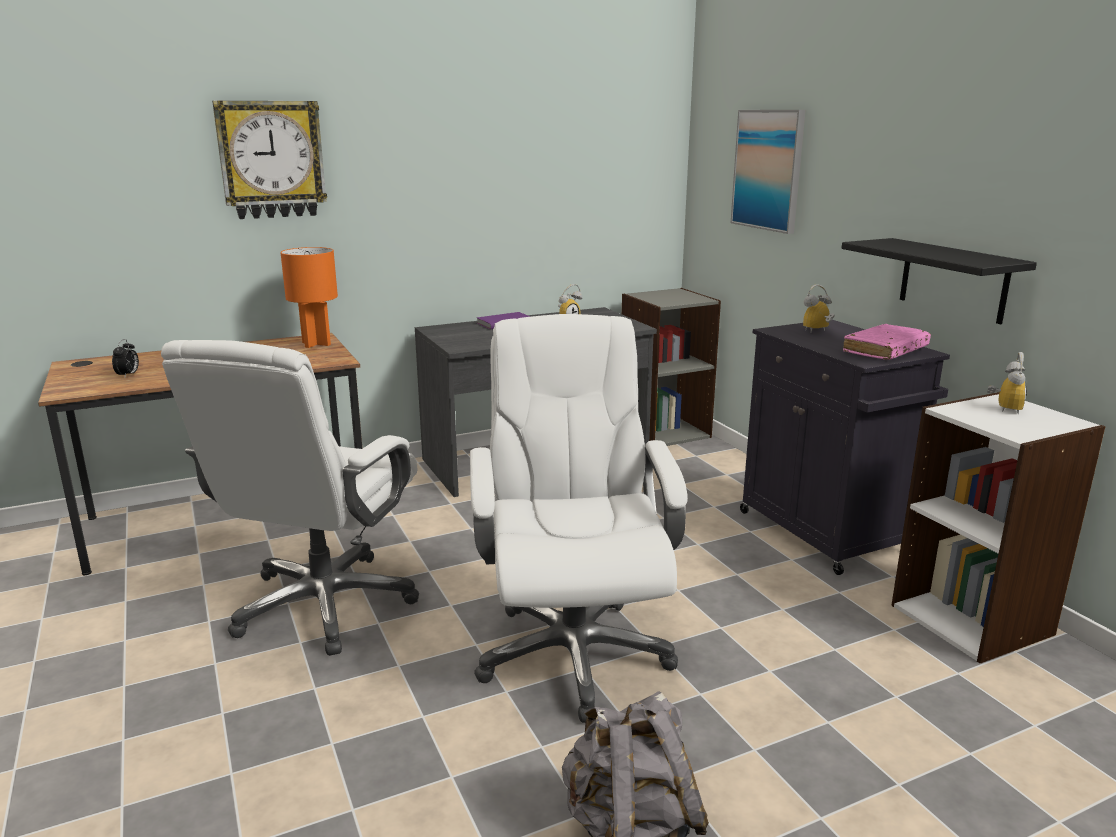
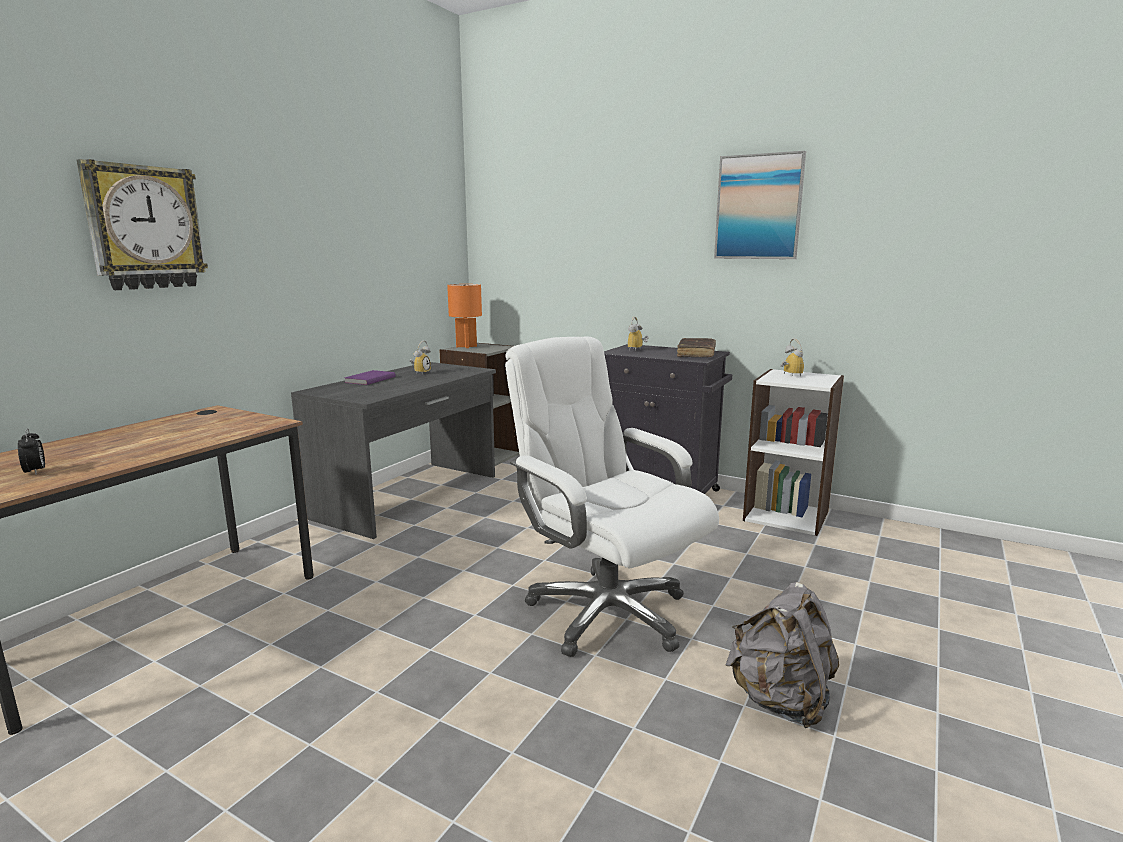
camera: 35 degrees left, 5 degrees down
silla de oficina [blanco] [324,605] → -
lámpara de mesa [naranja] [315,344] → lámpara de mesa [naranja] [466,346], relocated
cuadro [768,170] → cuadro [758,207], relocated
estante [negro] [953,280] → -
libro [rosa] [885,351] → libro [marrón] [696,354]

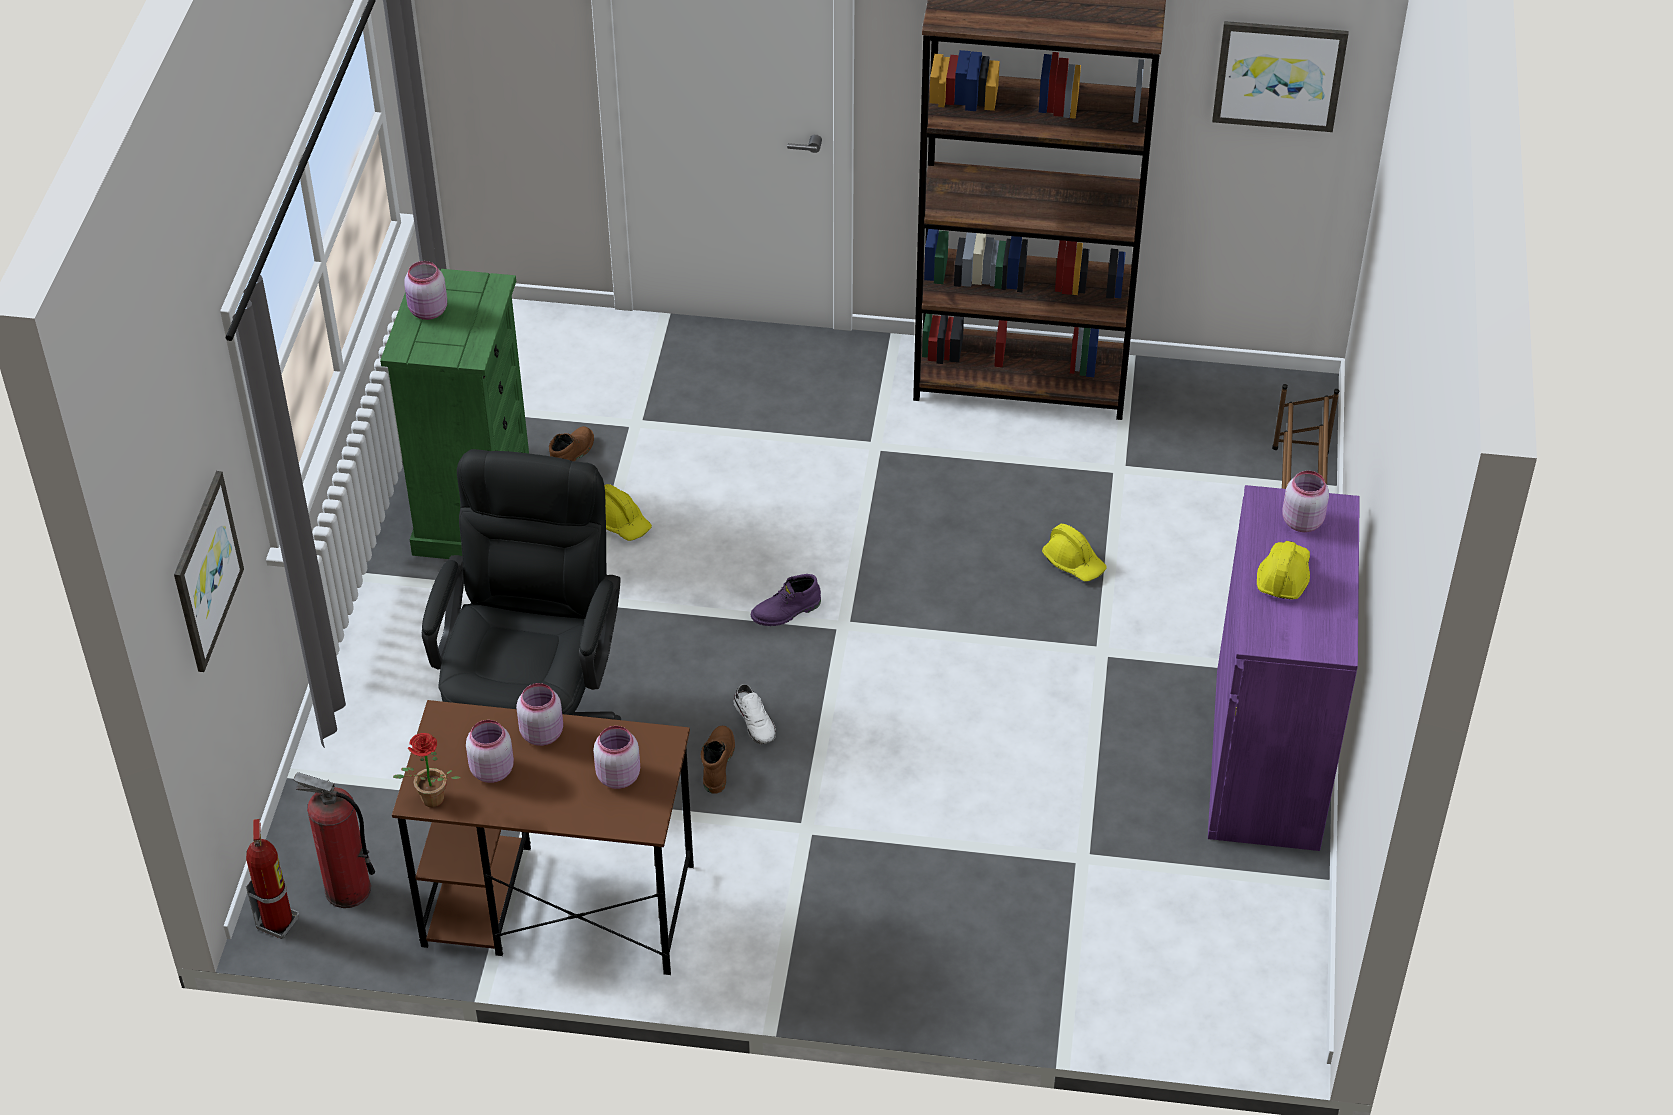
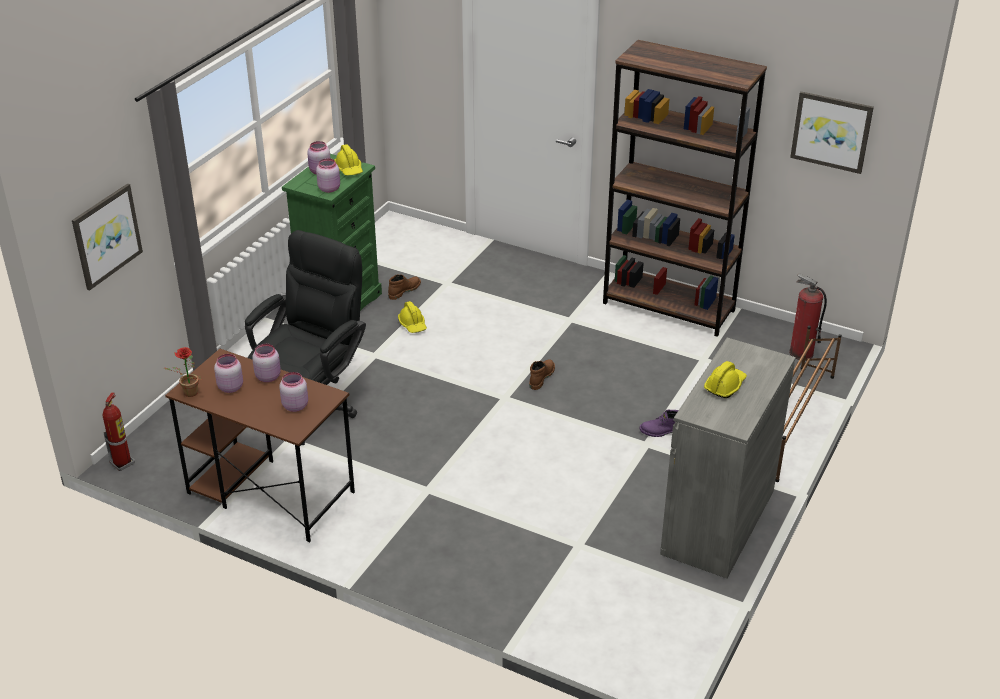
camera: 20 degrees right, 10 degrees down
extintor [347,890] → extintor [801,353], relocated
bota [marrón] [716,763] → bota [marrón] [541,377], relocated
zapato [blanco] [755,721] → -
bota [morado] [786,612] → bota [morado] [662,431], relocated
casco [amarillo] [1074,562] → casco [amarillo] [349,169], relocated
armario [morado] [1267,759] → armario [gris] [718,522]
tarro [rosa] [1302,520] → tarro [rosa] [329,188], relocated

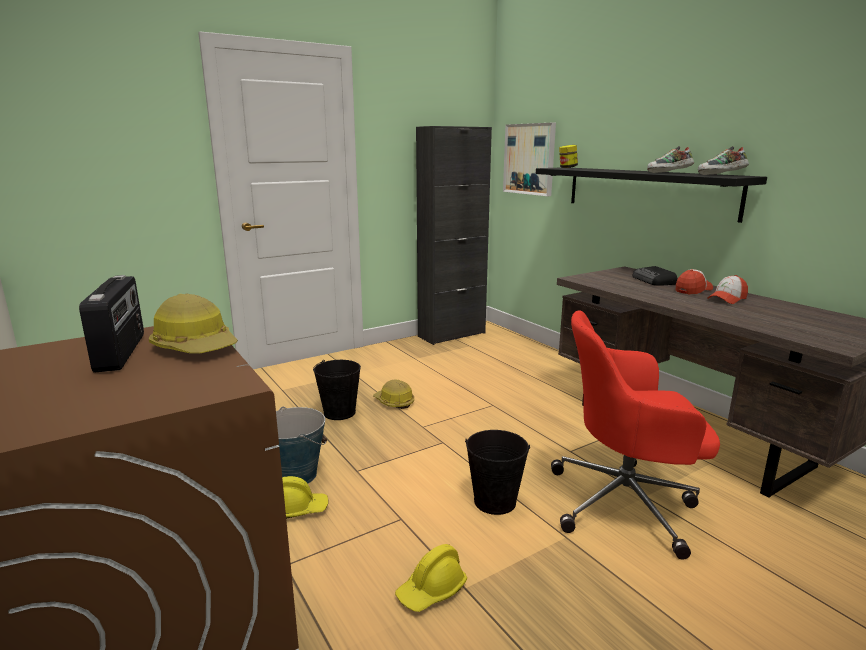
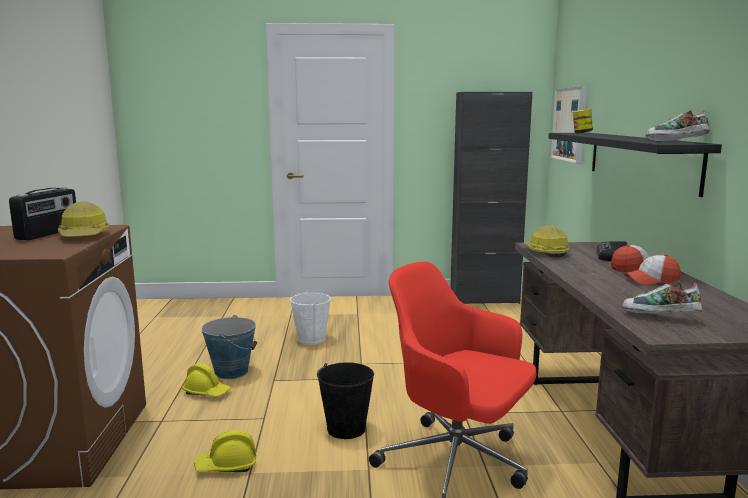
camera: 30 degrees right, 5 degrees down
cubo [negro] [339,412] → cubo [blanco] [311,339]
casco [394,402] → casco [545,252], relocated
zapato [669,173] → zapato [659,318], relocated

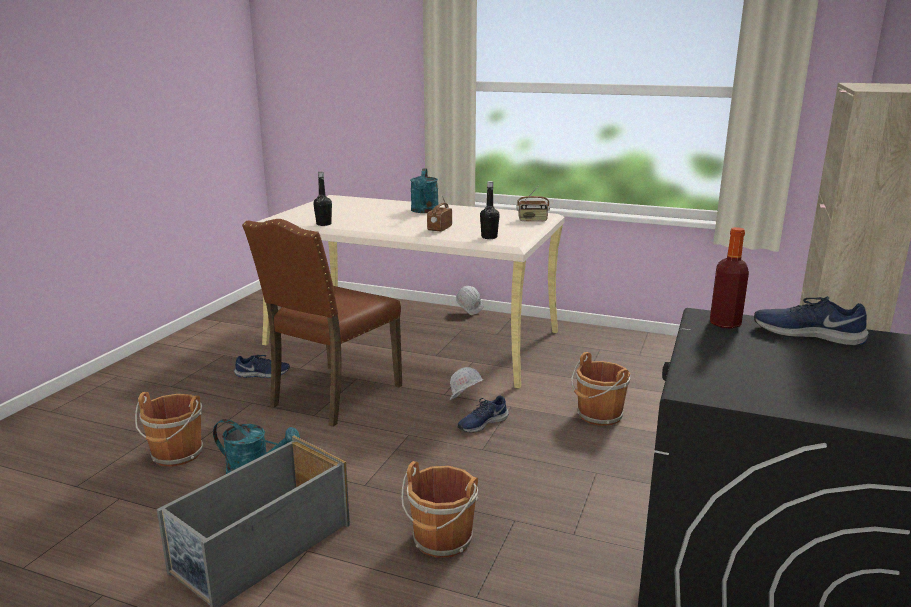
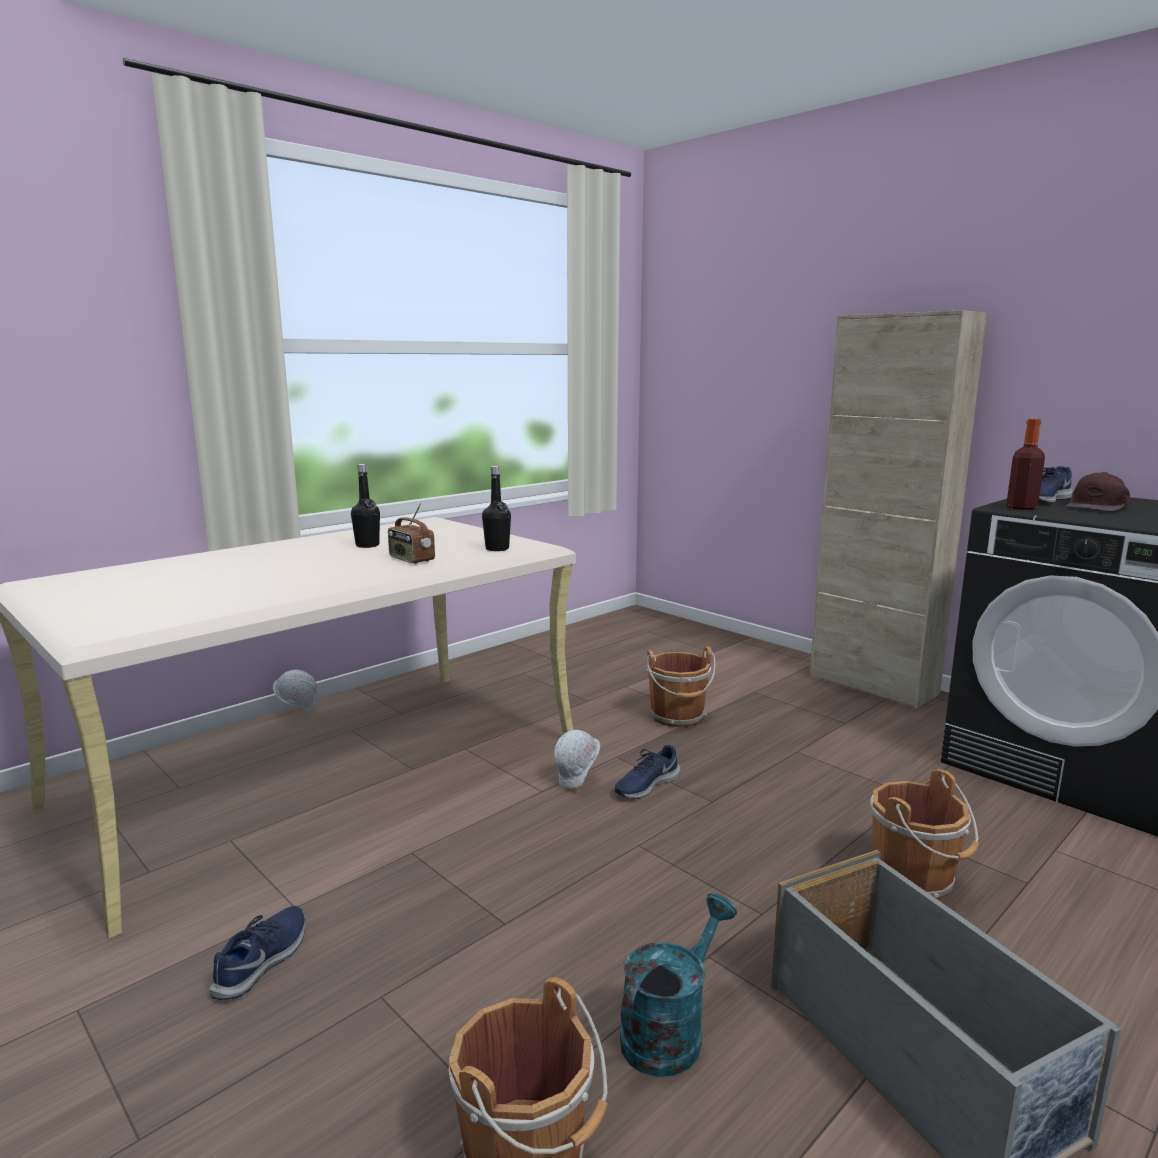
camera: 65 degrees left, 5 degrees down
silla [marrón] [332,396] → -
botella [negro] [324,224] → botella [negro] [367,545], relocated
regadera [turquesa] [424,211] → -
zapato [azul] [482,423] → zapato [azul] [646,785], 60 degrees clockwise
radio [532,220] → -
- → gorra [marrón] [1099,506]

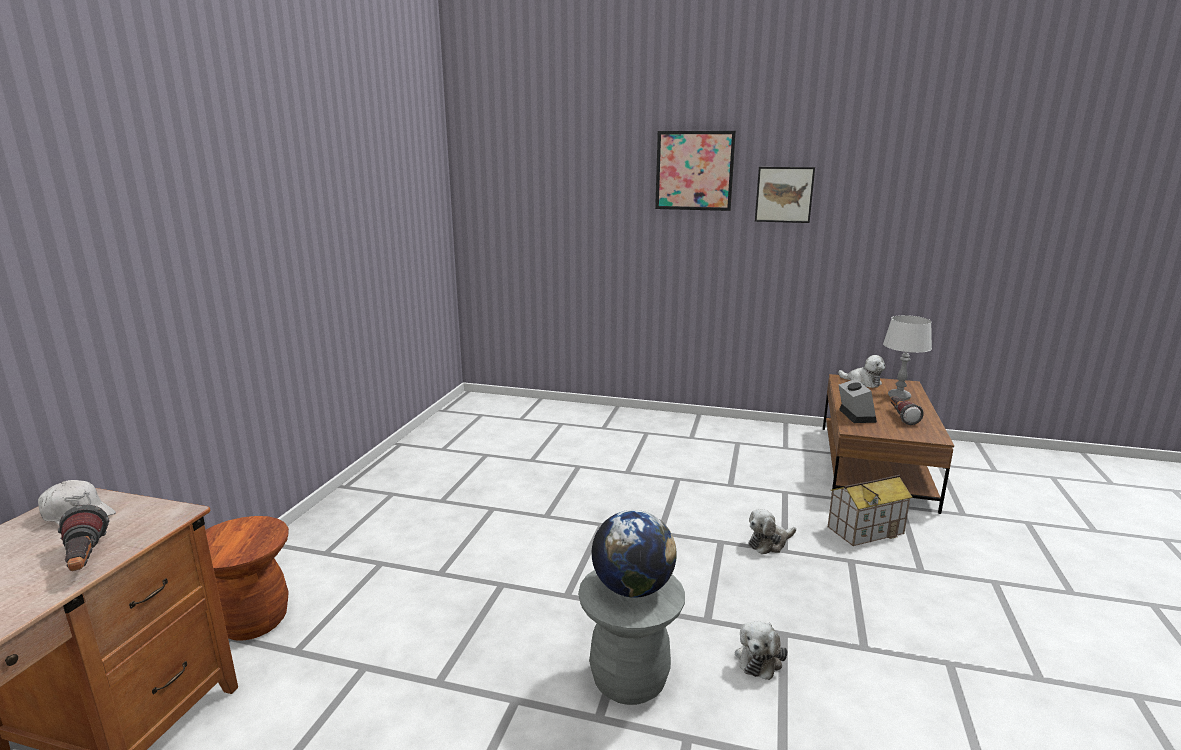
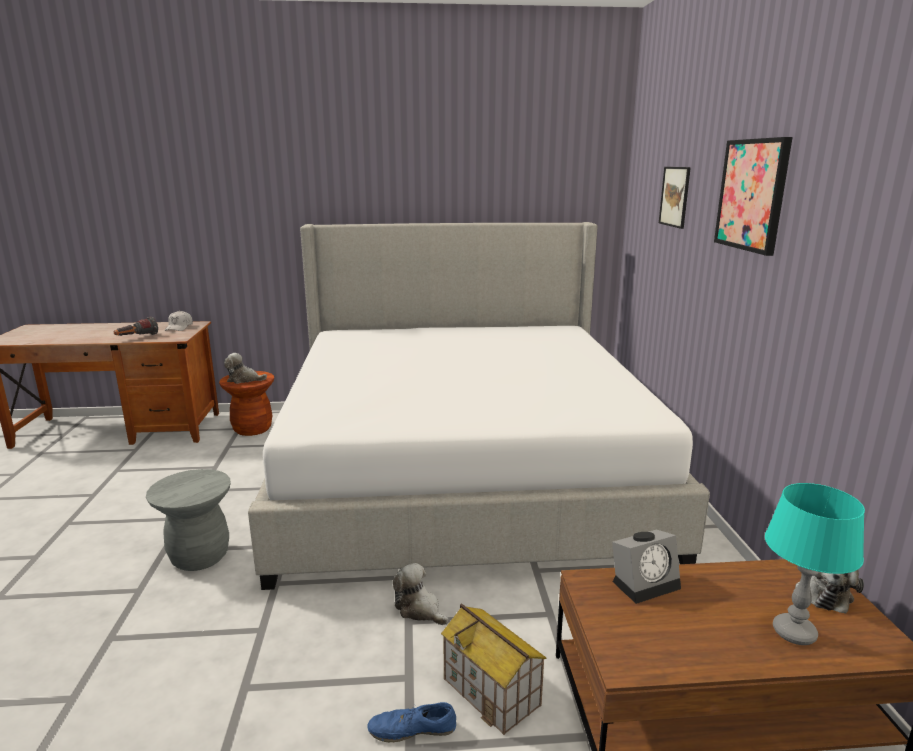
camera: 70 degrees right, 0 degrees up
globo terráqueo [632,588] → -
peluche [759,658] → peluche [244,379], relocated
cuadro [784,194] → cuadro [675,196], relocated
lámpara de mesa [gris] [899,397] → lámpara de mesa [turquesa] [794,633]
linterna [901,417] → -
- → cama [462,471]
- → zapato [azul] [412,729]

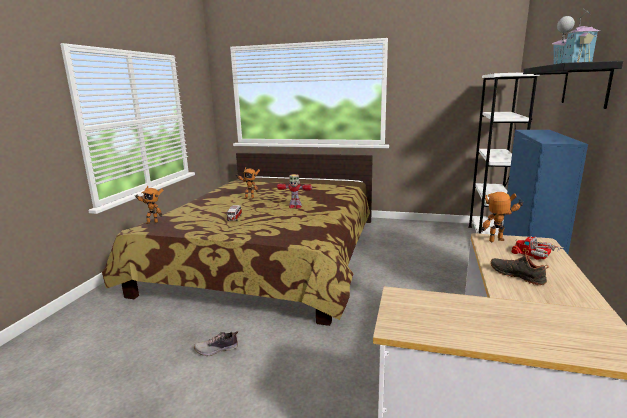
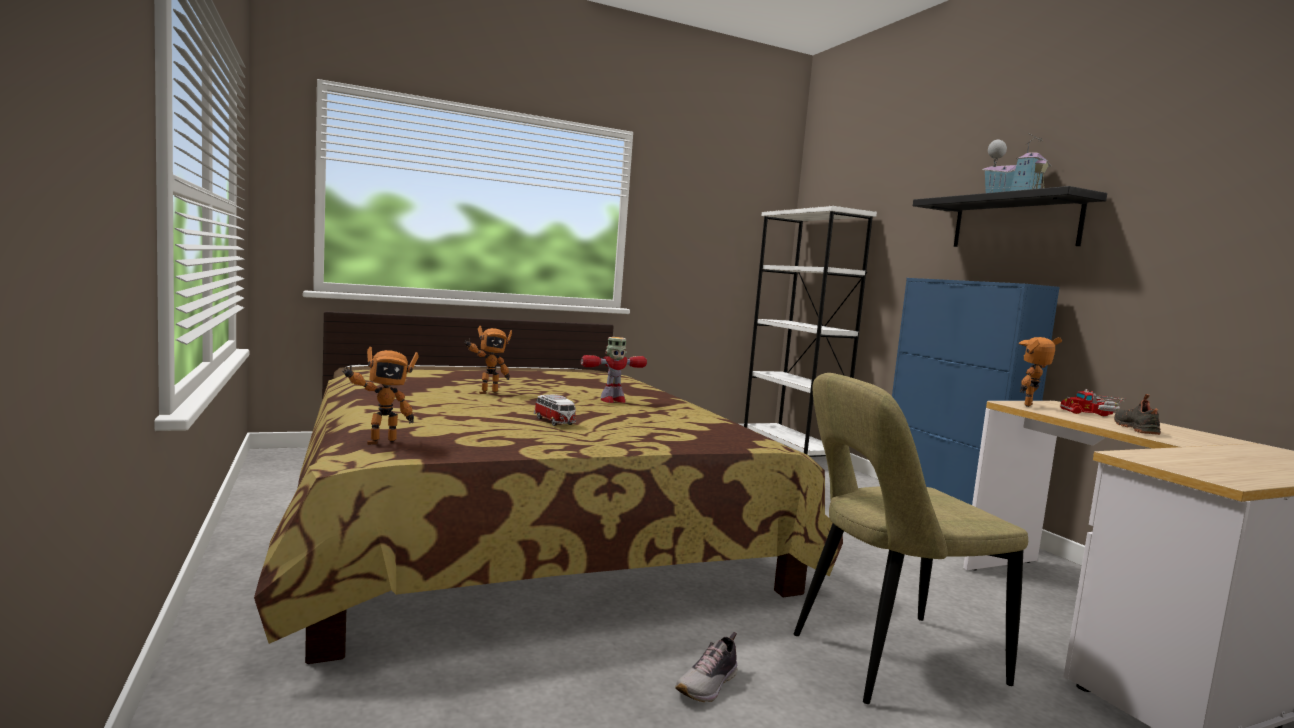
camera: 40 degrees left, 10 degrees down
zapato [negro] [517,275] → zapato [negro] [1137,429], 90 degrees clockwise
- → silla [beis] [887,659]

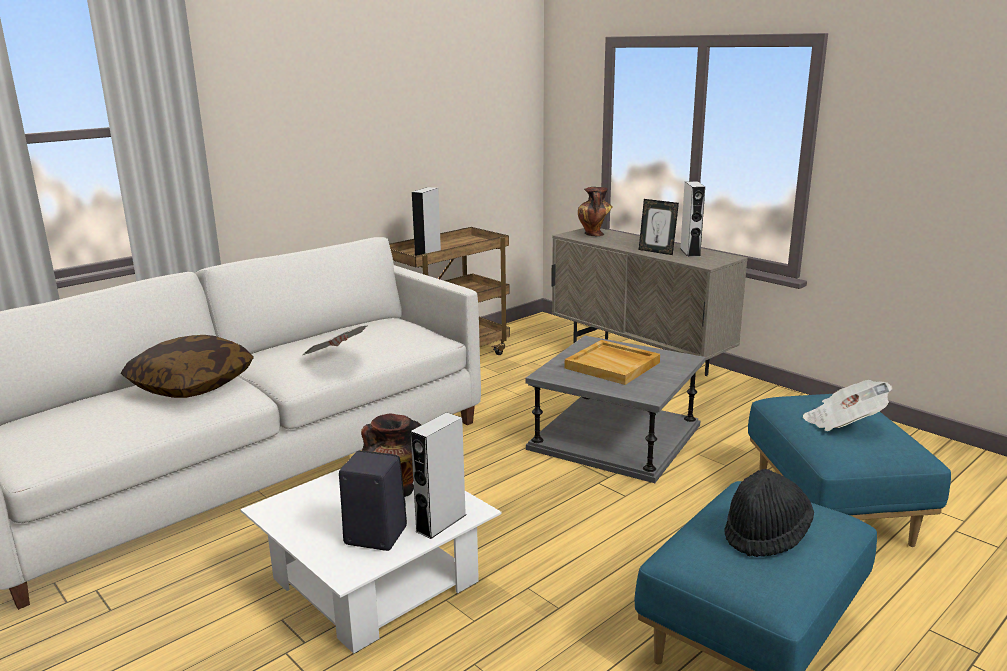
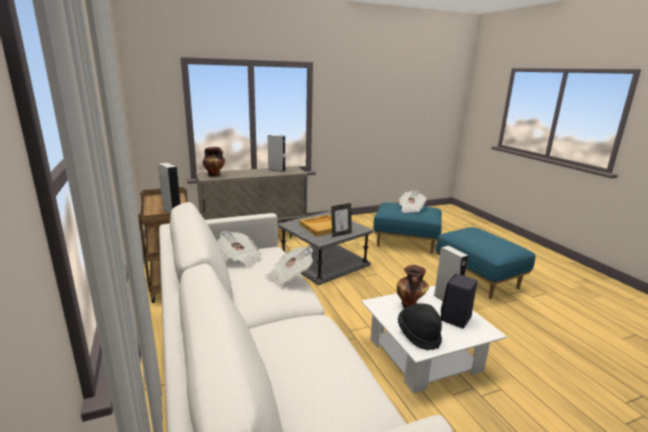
camera: 70 degrees left, 0 degrees up
cojín [192,384] → -
portarretratos [656,251] → portarretratos [341,234], relocated
sombrero [negro] [765,534] → sombrero [negro] [419,335], relocated
- → periódico [240,258]

